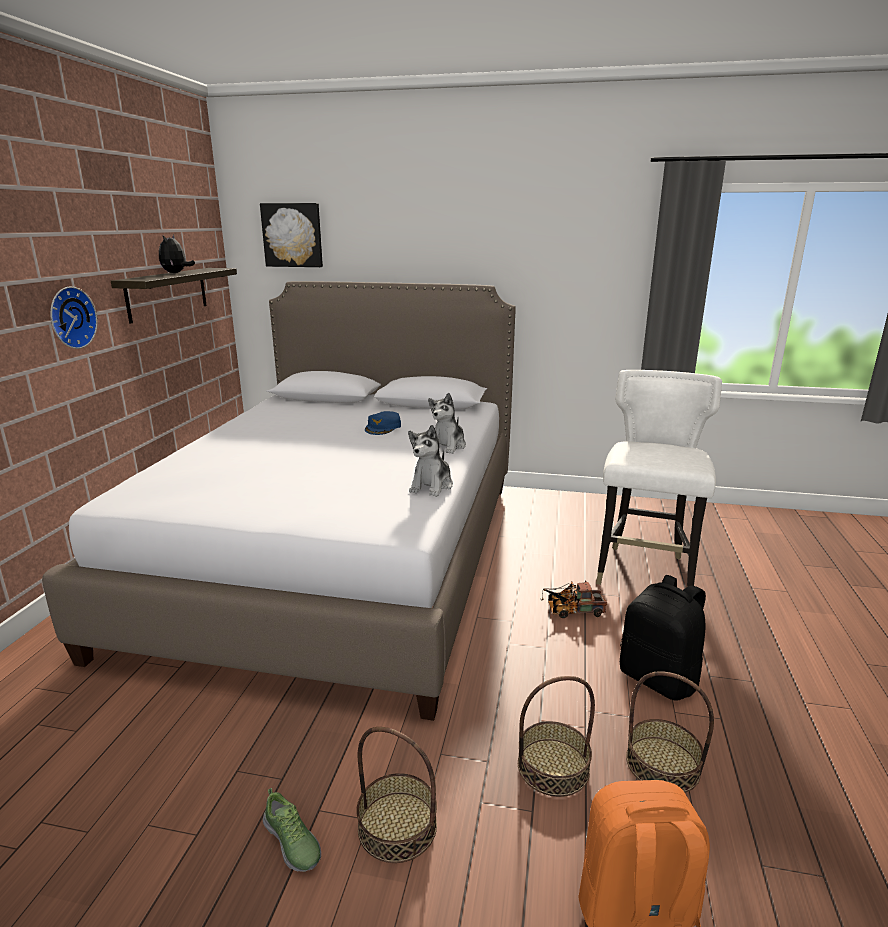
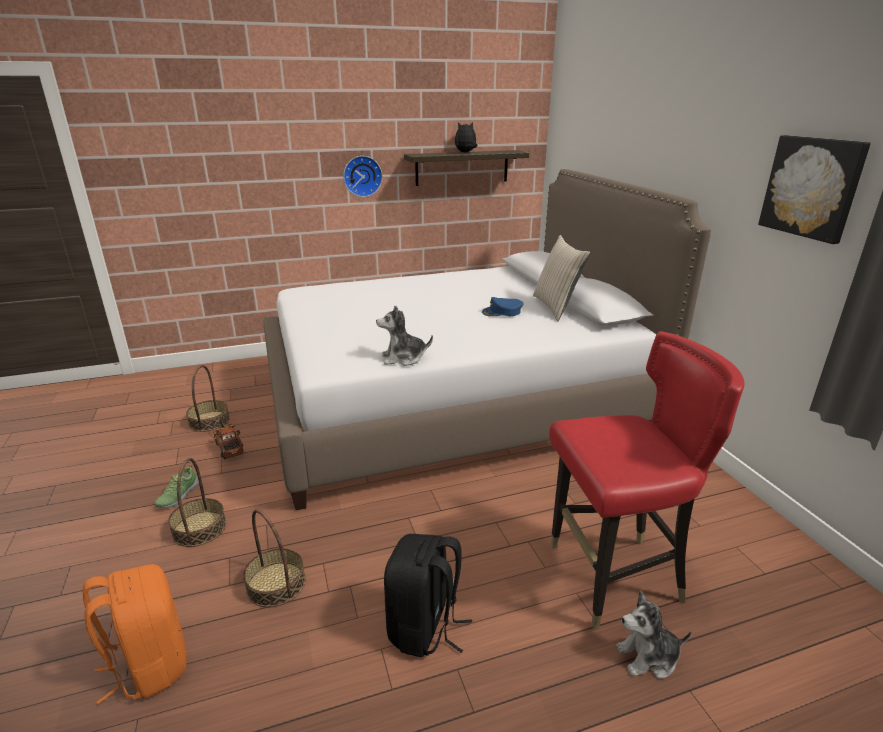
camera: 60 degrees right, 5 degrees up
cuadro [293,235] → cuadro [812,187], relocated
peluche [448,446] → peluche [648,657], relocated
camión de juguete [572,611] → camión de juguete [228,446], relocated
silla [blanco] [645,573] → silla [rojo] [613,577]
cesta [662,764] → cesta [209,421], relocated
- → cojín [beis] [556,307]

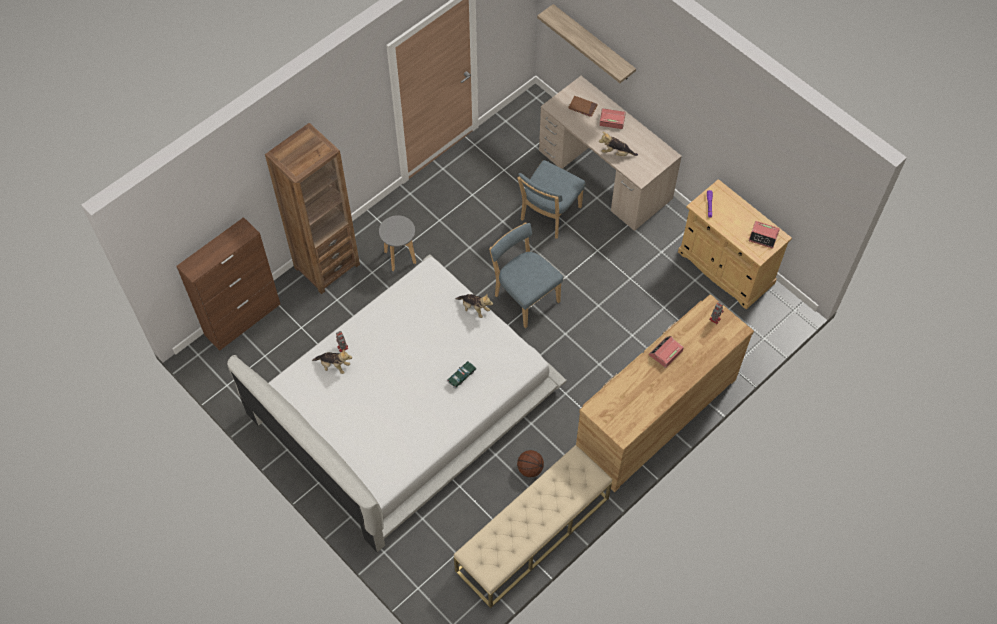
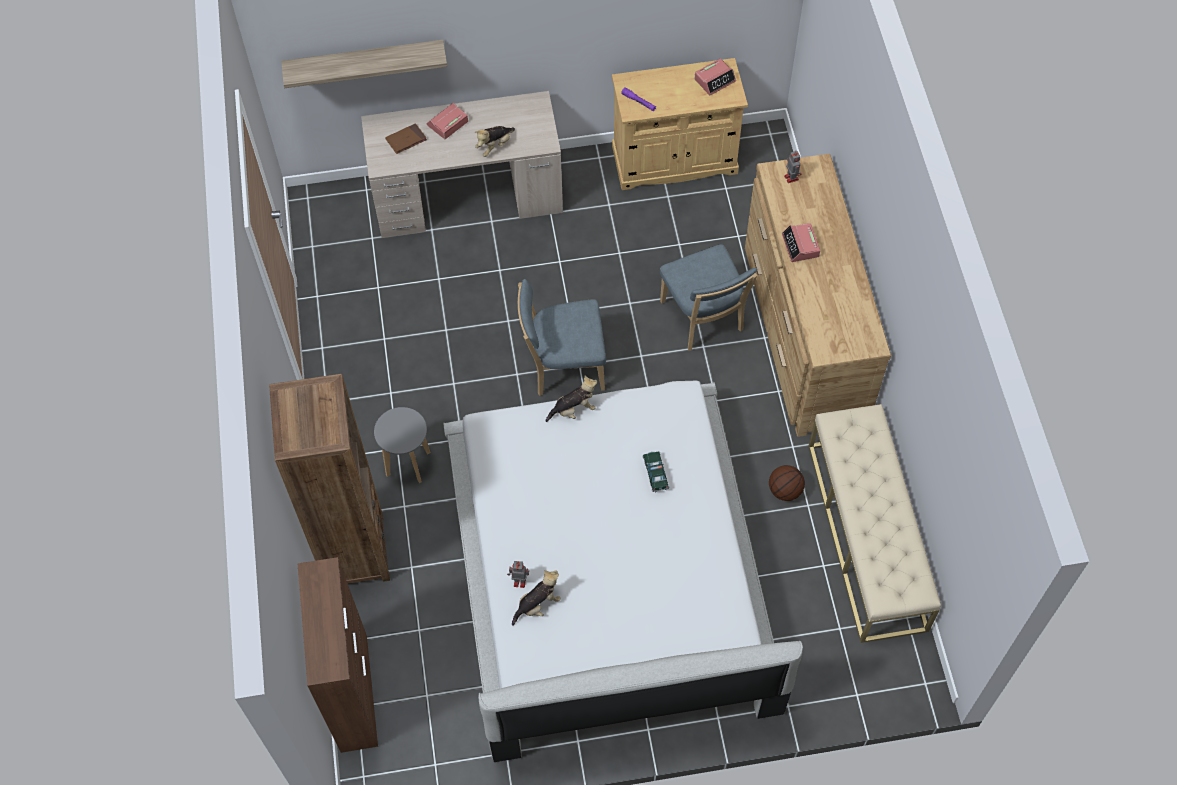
camera: 55 degrees left, 0 degrees up
silla [azul] [548,215] → silla [azul] [703,319], relocated

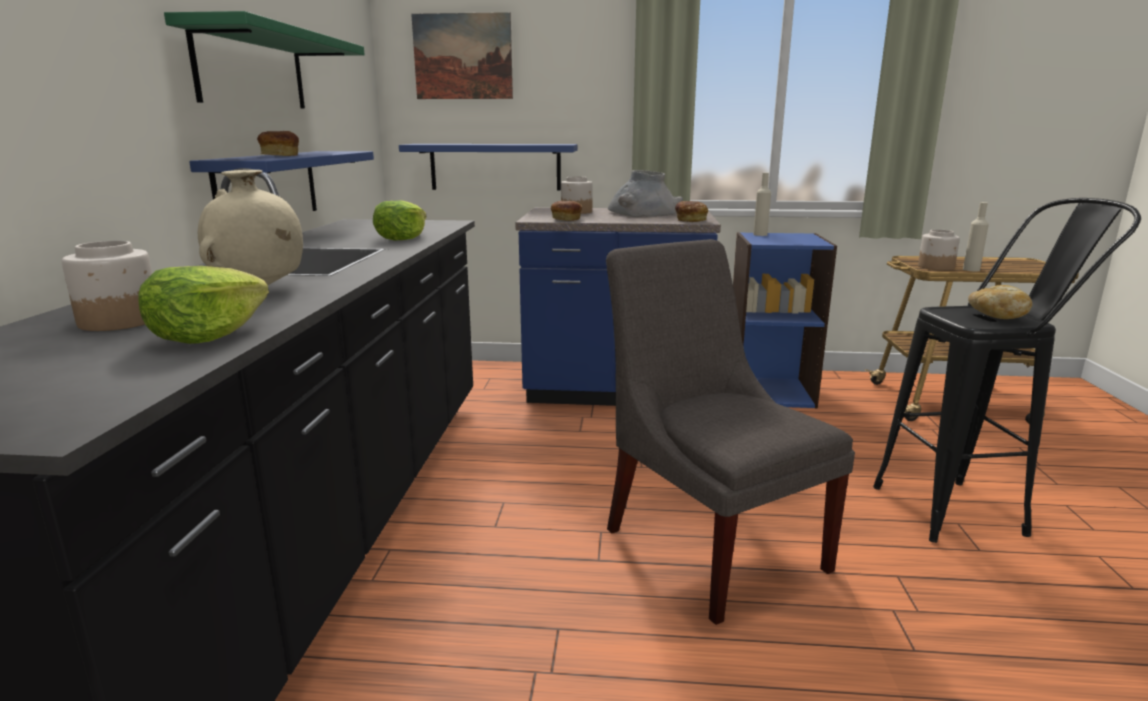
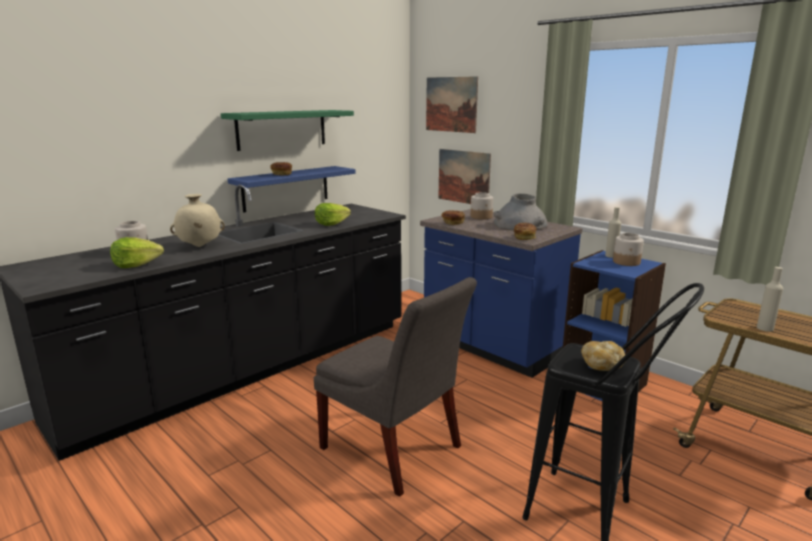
camera: 40 degrees right, 0 degrees up
estante [azul] [495,167] → cuadro [463,177]
silla [gris] [709,543] → silla [gris] [394,450], 120 degrees clockwise
tarro [936,267] → tarro [626,262], relocated

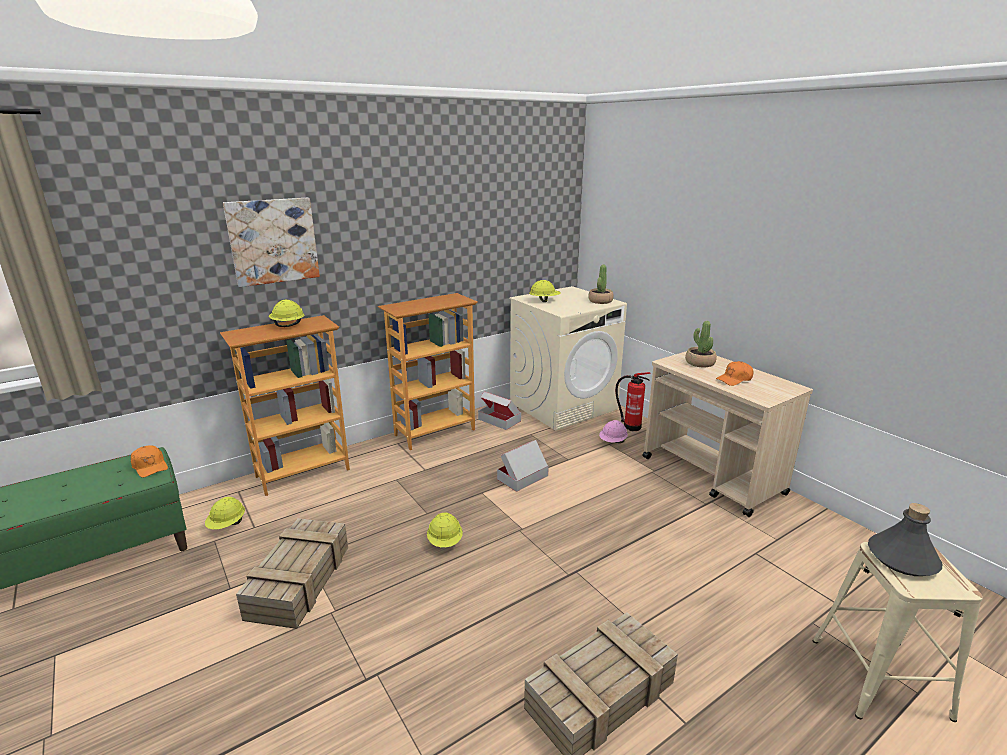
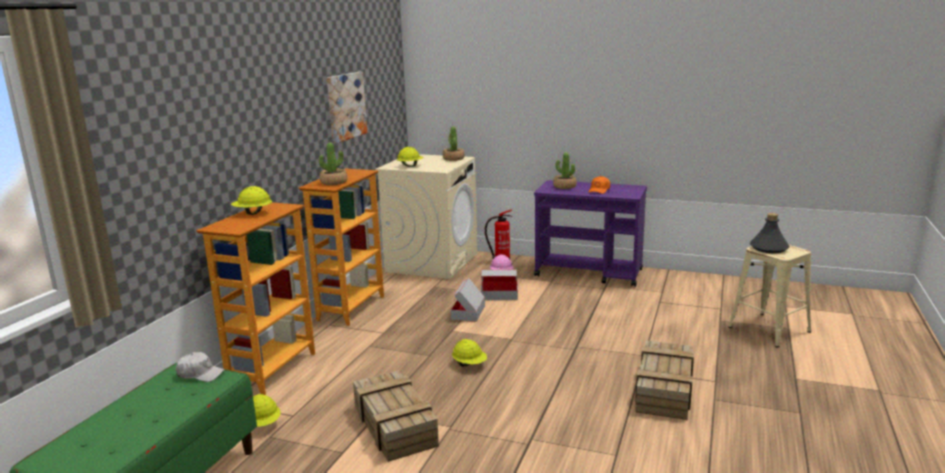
camera: 35 degrees left, 5 degrees down
gorra [naranja] [150,466] → gorra [blanco] [200,374]
cuadro [273,241] → cuadro [345,106], relocated
caja de cartón [499,420] → caja de cartón [499,295], relocated
carrito [beis] [712,476] → carrito [morado] [589,273]
- → planta en maceta [334,182]

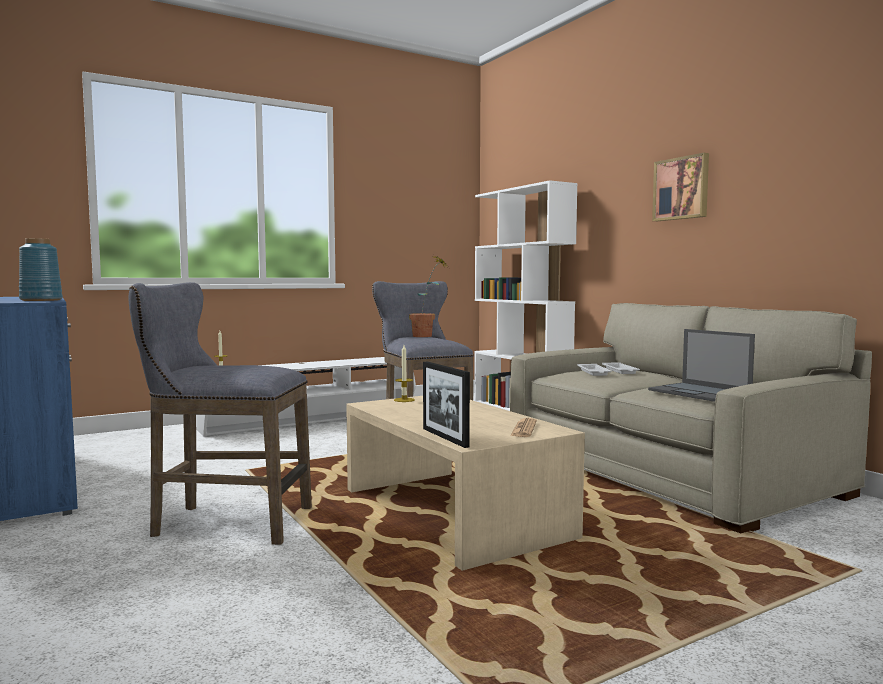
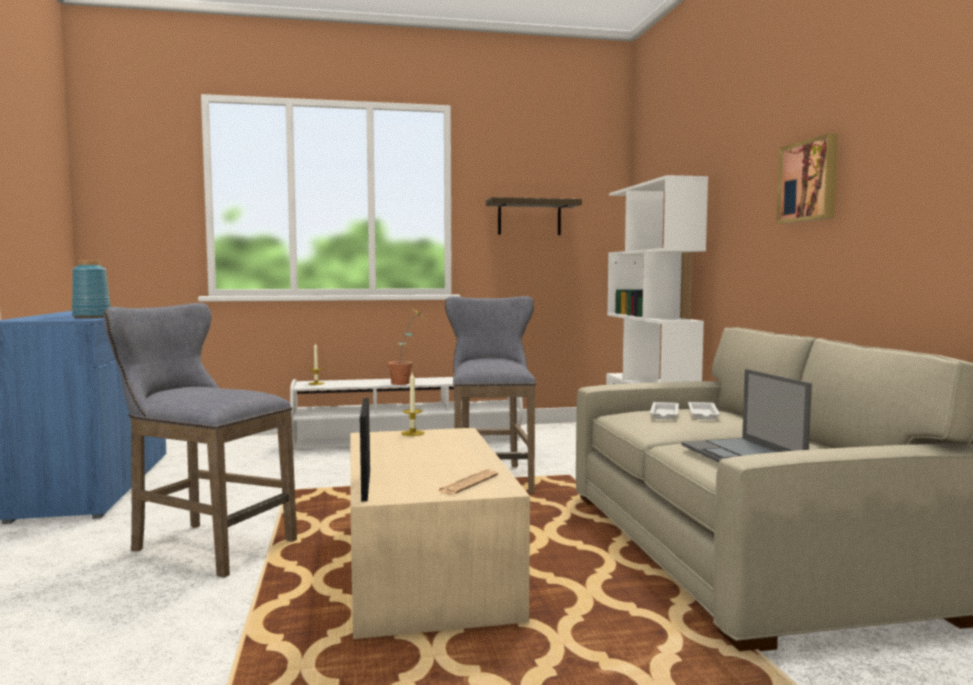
camera: 20 degrees right, 0 degrees up
planta en maceta [428,336] → planta en maceta [406,383], relocated
- → estante [529,218]

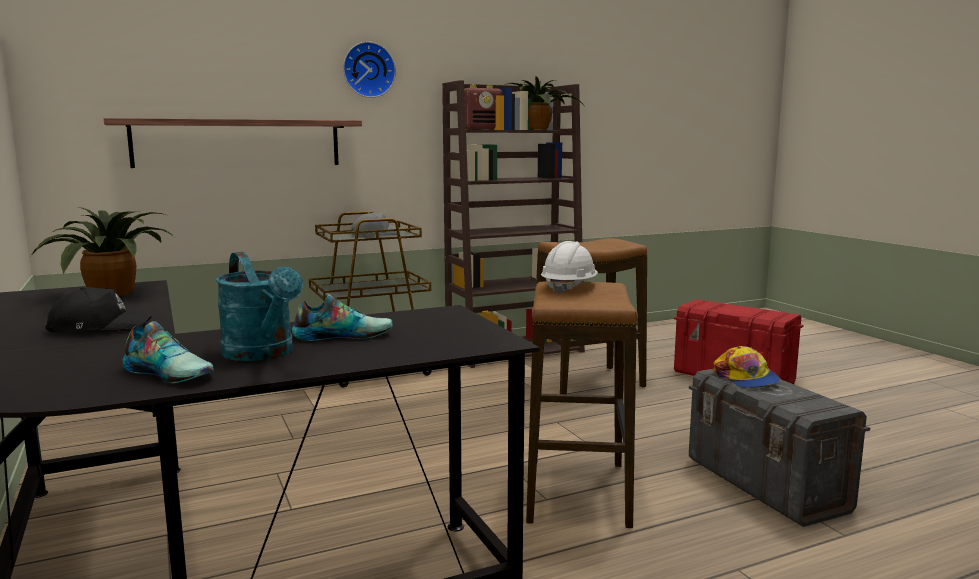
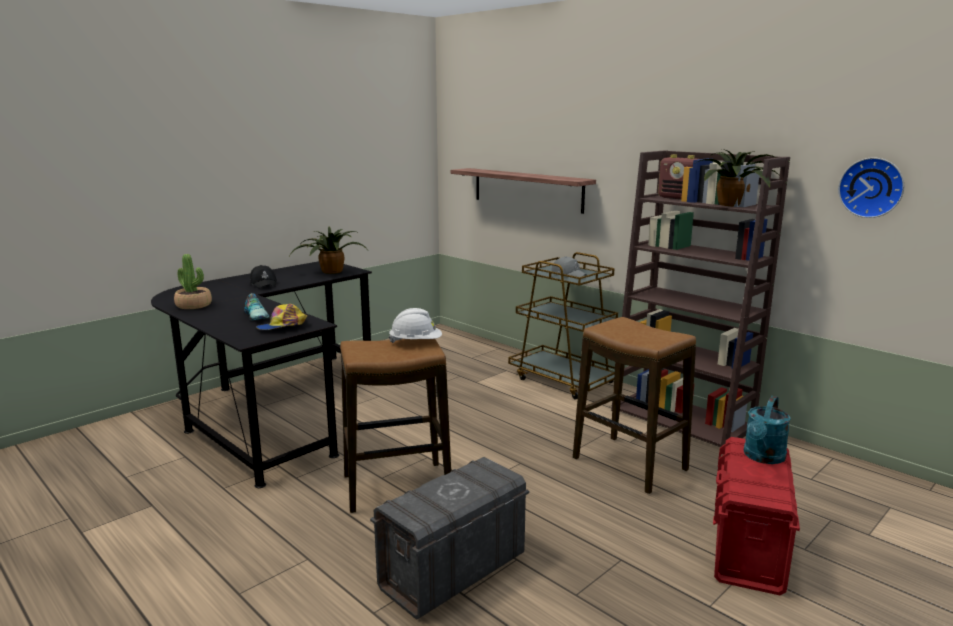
camera: 70 degrees right, 5 degrees up
zapato [170,372] → planta en maceta [194,305]
regadera [turquesa] [263,354] → regadera [turquesa] [762,457], relocated
reloj de pared [368,70] → reloj de pared [872,187], relocated
gorra [746,379] → gorra [282,327], relocated

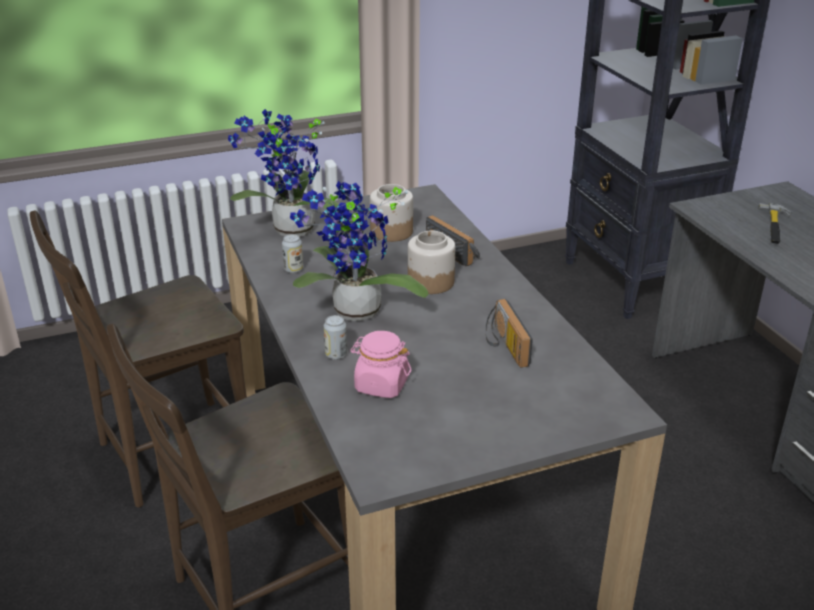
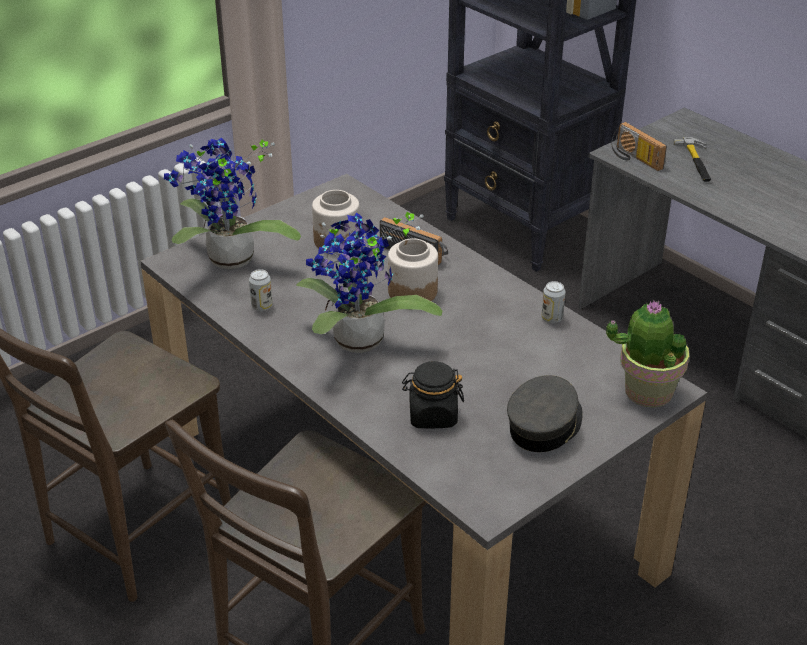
camera: 20 degrees left, 5 degrees up
lata [336,354] → lata [551,318], relocated
tarro [rosa] [381,385] → tarro [negro] [432,415]
radio [503,346] → radio [634,158], relocated
- → gorra [gris] [544,425]
- → planta en maceta [647,391]

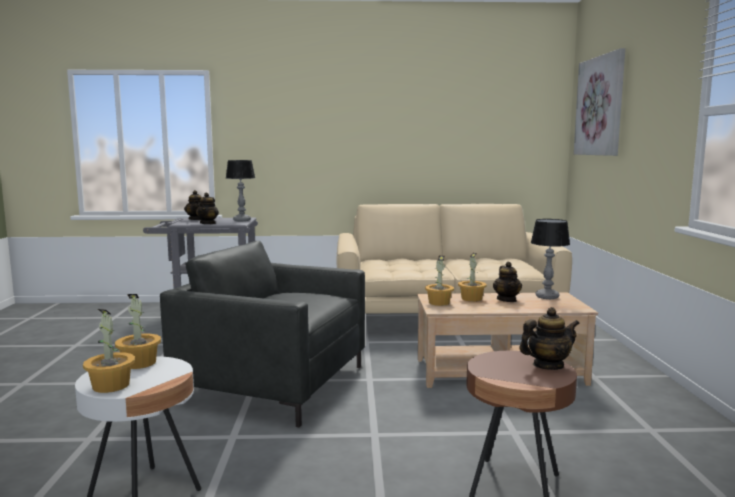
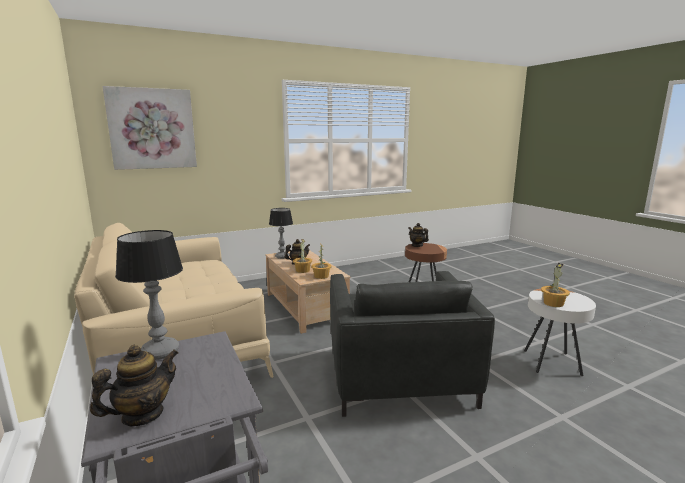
camera: 115 degrees left, 5 degrees up
planta en maceta [110,386] → -
tetera [208,223] → -

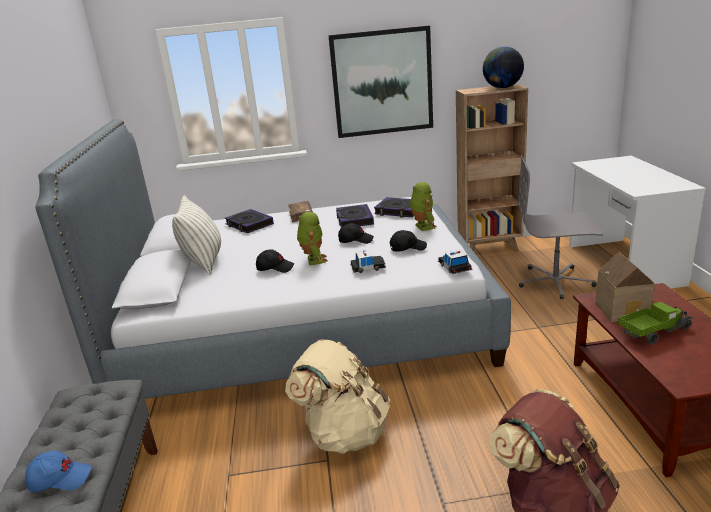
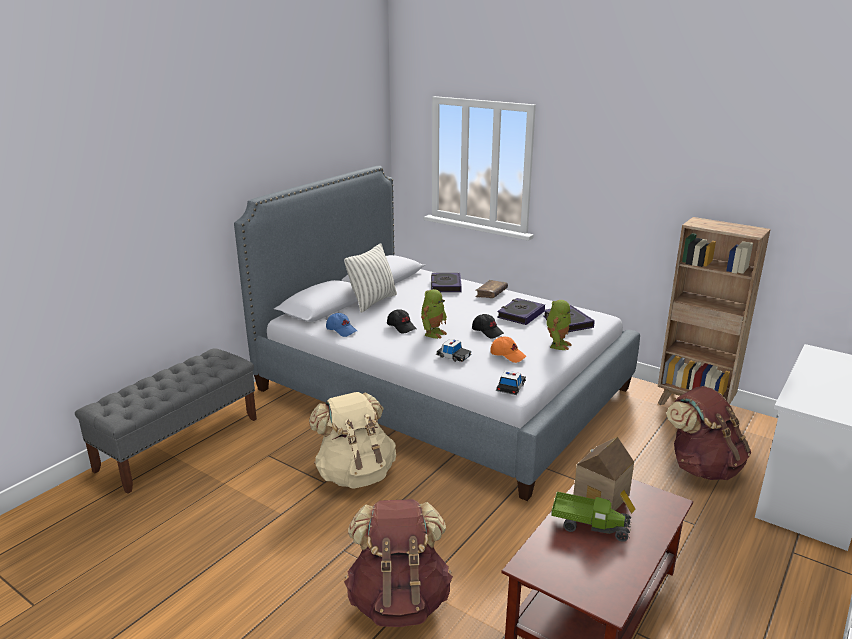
camera: 40 degrees right, 0 degrees up
gorra [azul] [60,479] → gorra [azul] [341,330], relocated
cuadro [382,82] → -
gorra [negro] [407,248] → gorra [naranja] [508,355]
globo terráqueo [502,88] → -
silla de oficina [gris] [555,282] → mochila [marrón] [702,467]

